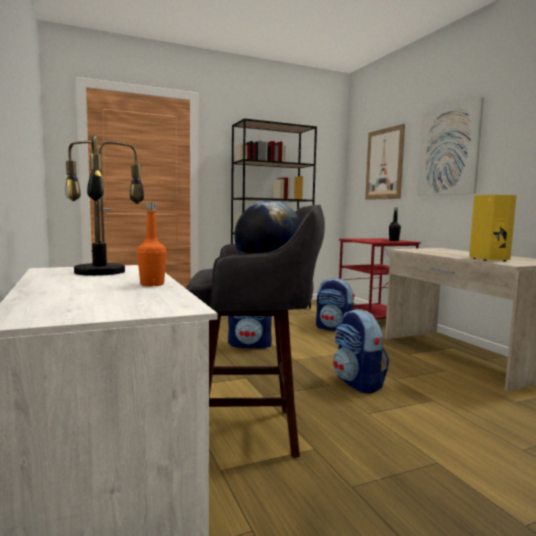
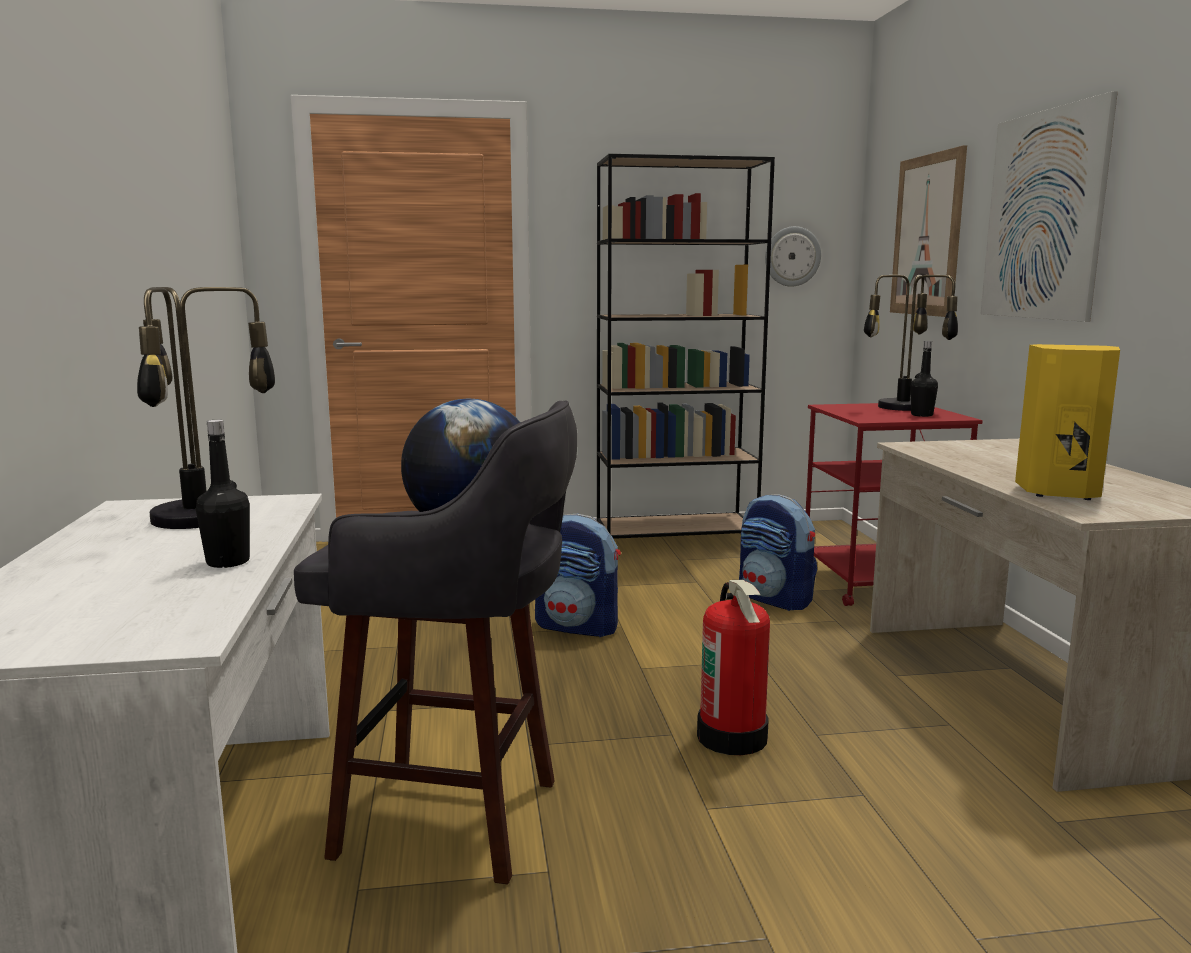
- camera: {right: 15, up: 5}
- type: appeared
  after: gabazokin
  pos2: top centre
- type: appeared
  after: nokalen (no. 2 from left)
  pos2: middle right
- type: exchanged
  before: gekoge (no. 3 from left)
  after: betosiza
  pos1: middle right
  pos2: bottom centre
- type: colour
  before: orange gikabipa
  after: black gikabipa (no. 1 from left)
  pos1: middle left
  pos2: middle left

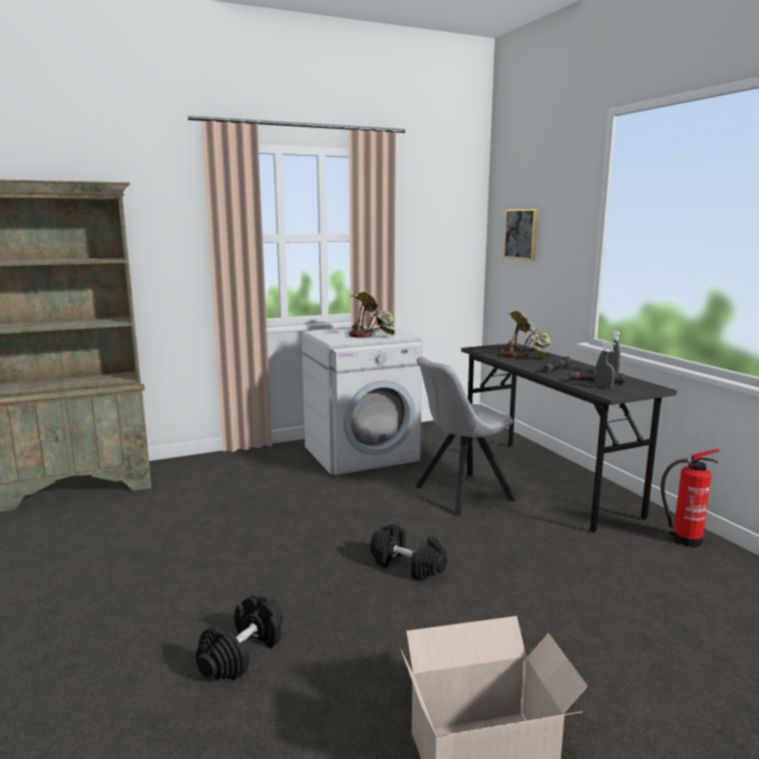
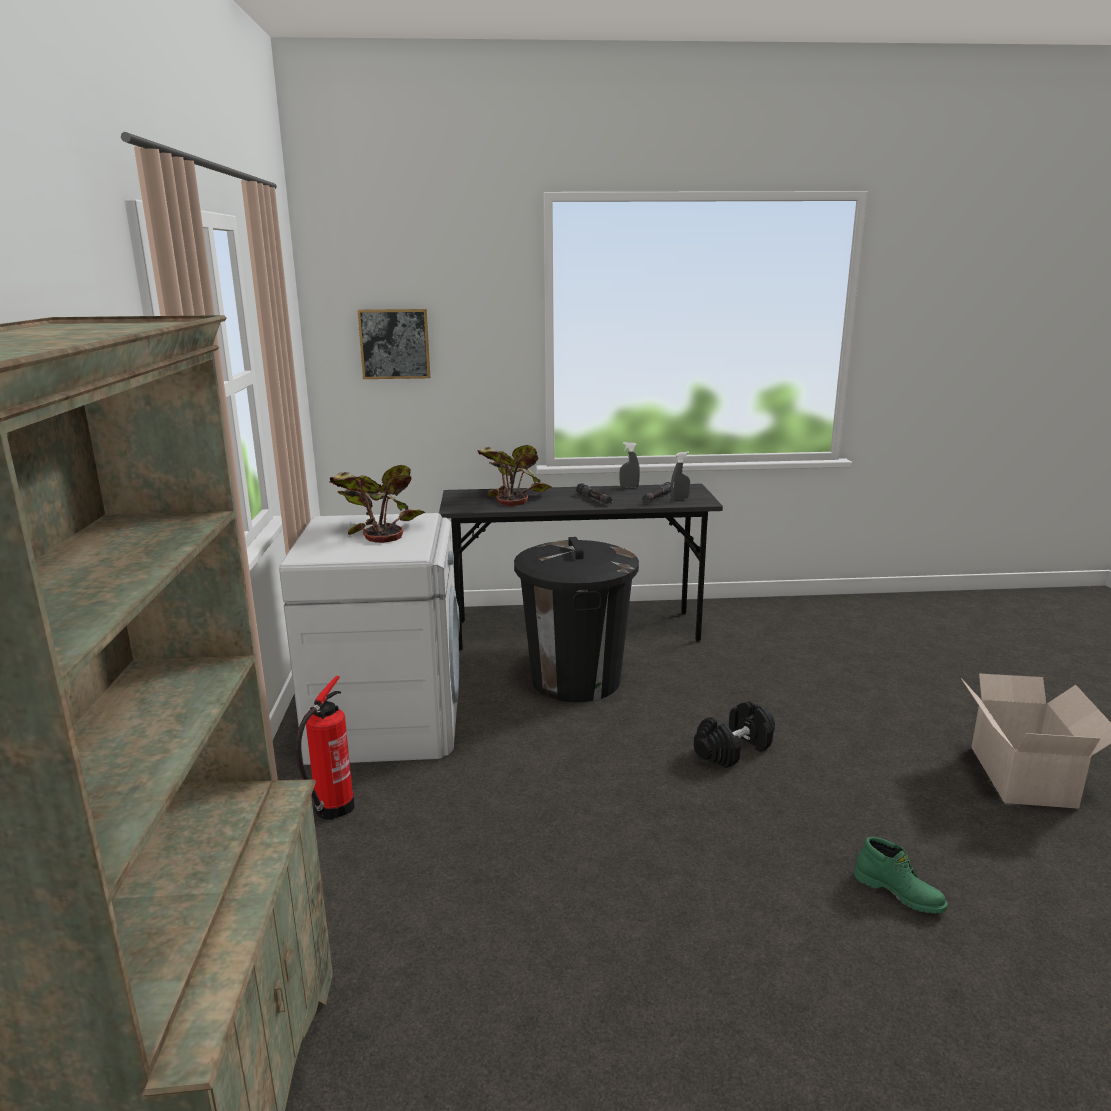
- camera: {right: -70, up: 5}
- type: relocated
  before: betosiza
  pos1: middle right
  pos2: bottom left
- type: exchanged
  before: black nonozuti (no. 1 from left)
  after: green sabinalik
  pos1: bottom left
  pos2: bottom right
- type: exchanged
  before: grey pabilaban
  after: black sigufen
  pos1: centre
  pos2: centre

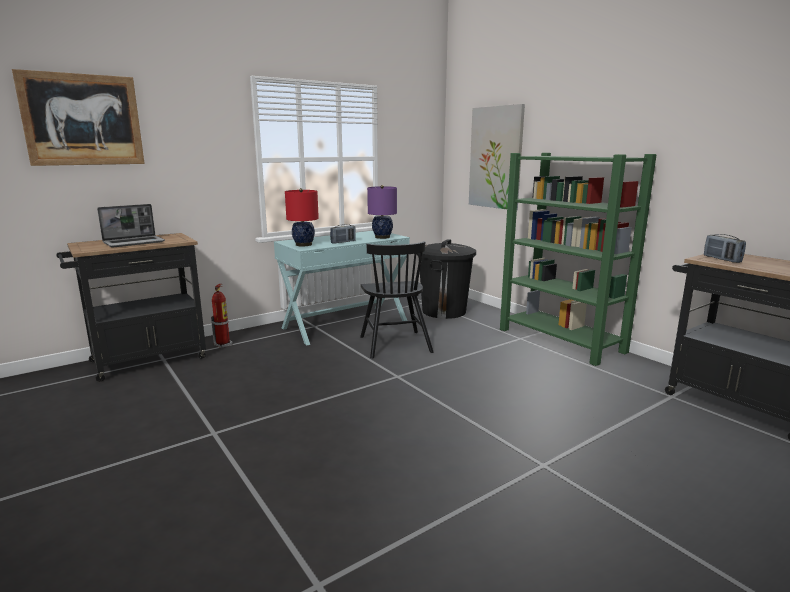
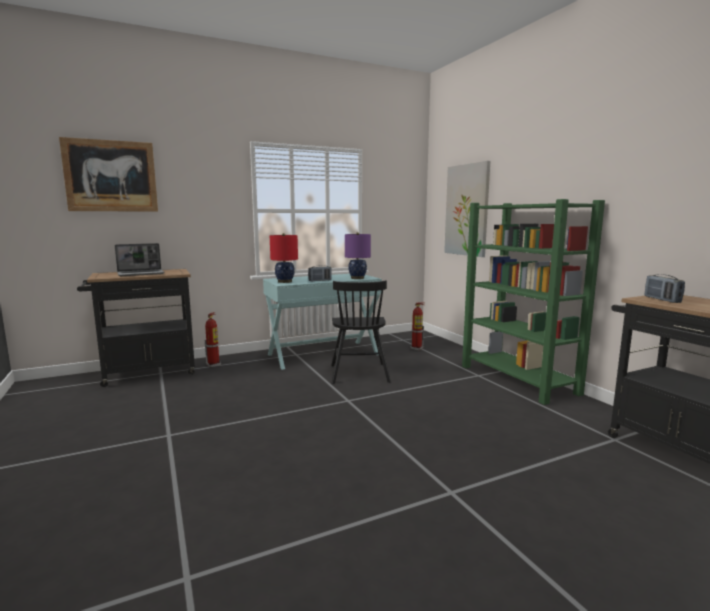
- camera: {right: 10, up: -5}
- type: exchanged
  before: black sigufen
  after: betosiza (no. 2 from left)
  pos1: centre
  pos2: centre

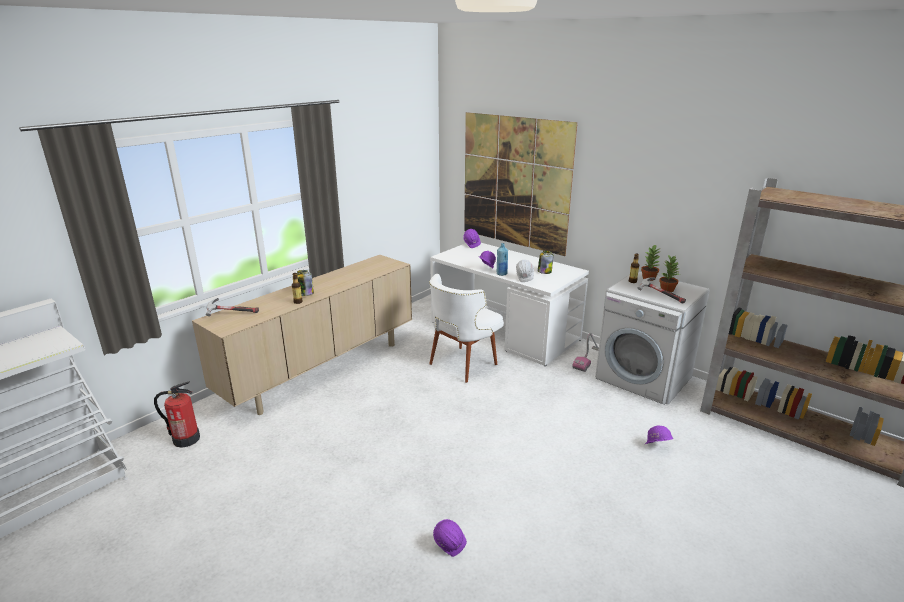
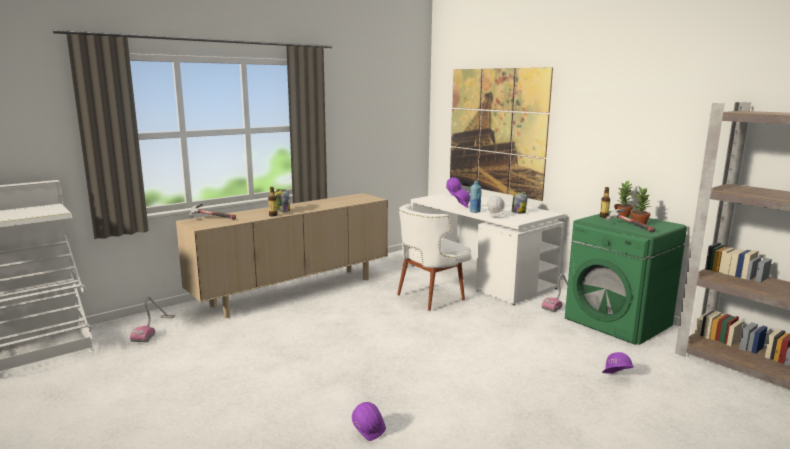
- camera: {right: 10, up: -10}
- type: exchanged
  before: betosiza
  after: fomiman (no. 1 from left)
  pos1: bottom left
  pos2: bottom left
- type: colour
  before: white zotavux
  after: green zotavux
  pos1: middle right
  pos2: middle right

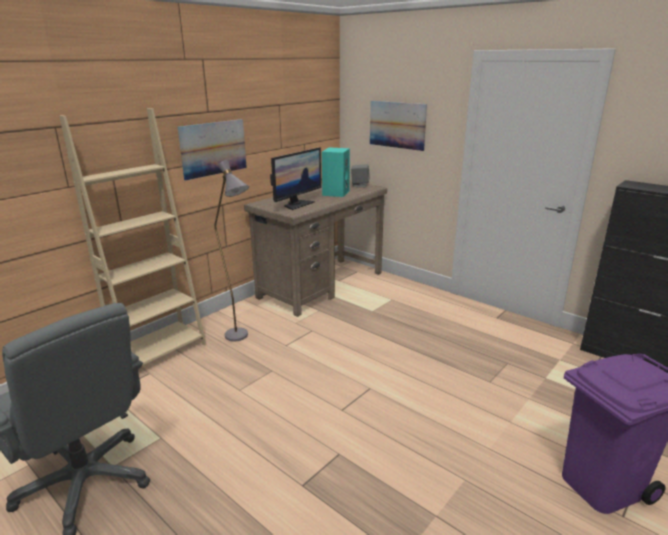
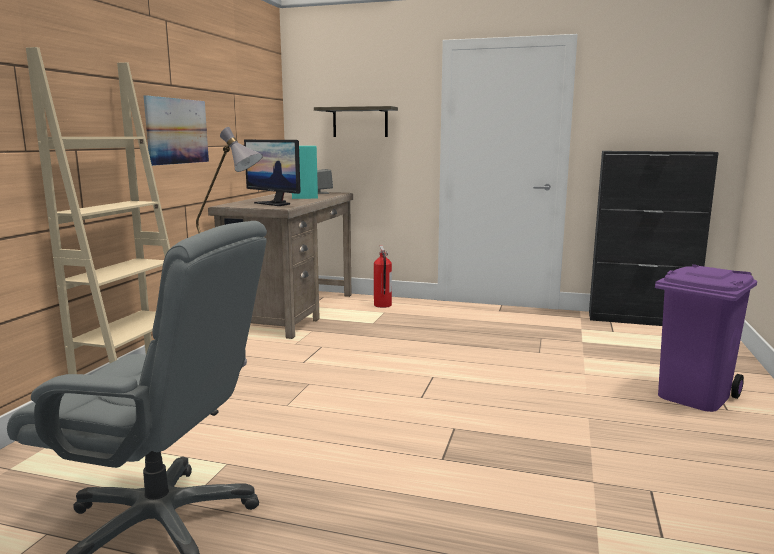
- camera: {right: -25, up: -10}
- type: appeared
  after: betosiza
  pos2: centre
- type: exchanged
  before: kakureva (no. 2 from left)
  after: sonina
  pos1: top centre
  pos2: top centre
- type: spun
  before: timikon
  pos1: top centre
  pos2: top centre
  turn: 120

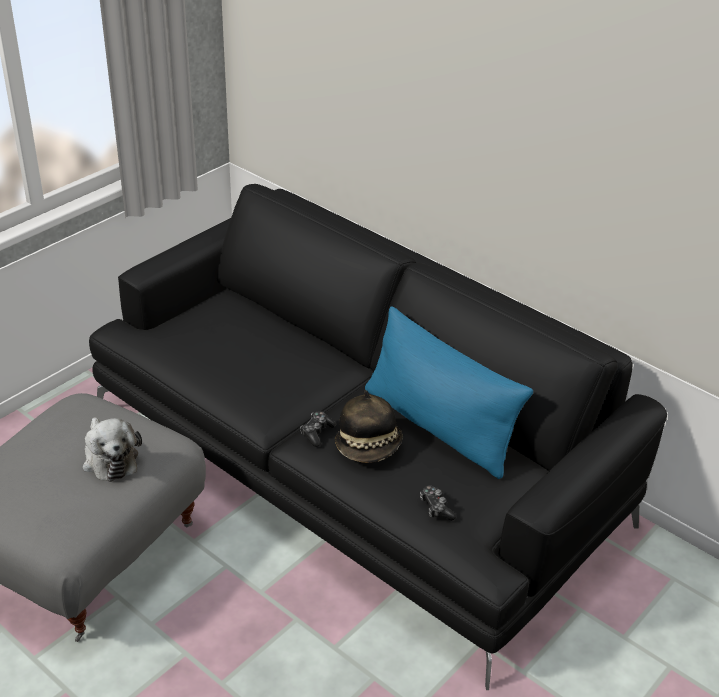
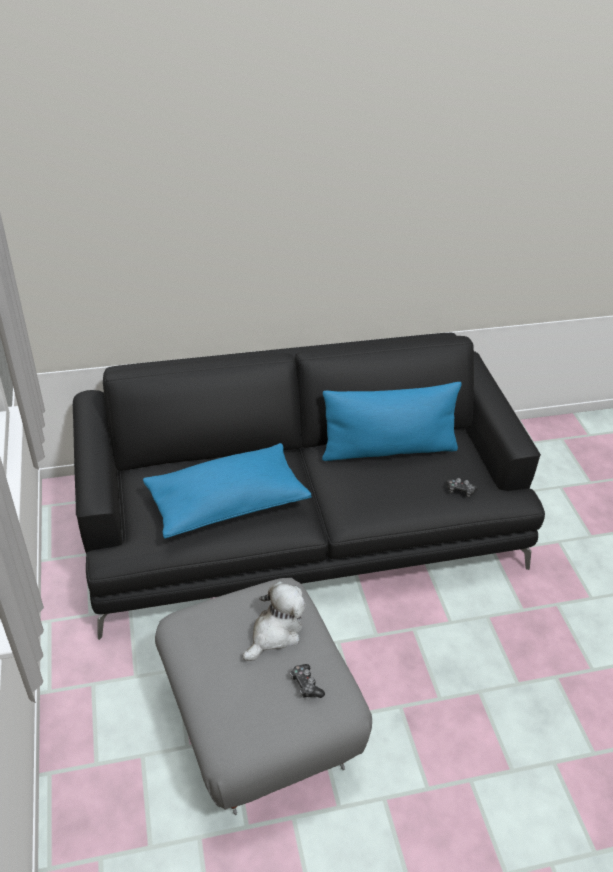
- camera: {right: -55, up: 5}
- type: missing
  before: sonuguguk
  pos1: centre
- type: appeared
  after: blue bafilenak (no. 1 from left)
  pos2: centre
- type: relocated
  before: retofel (no. 1 from left)
  pos1: centre
  pos2: bottom centre
- type: spun
  before: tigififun
  pos1: middle left
  pos2: bottom centre
  turn: -60

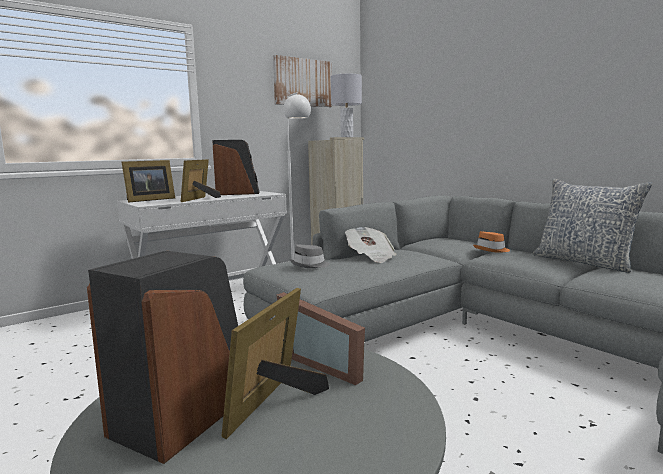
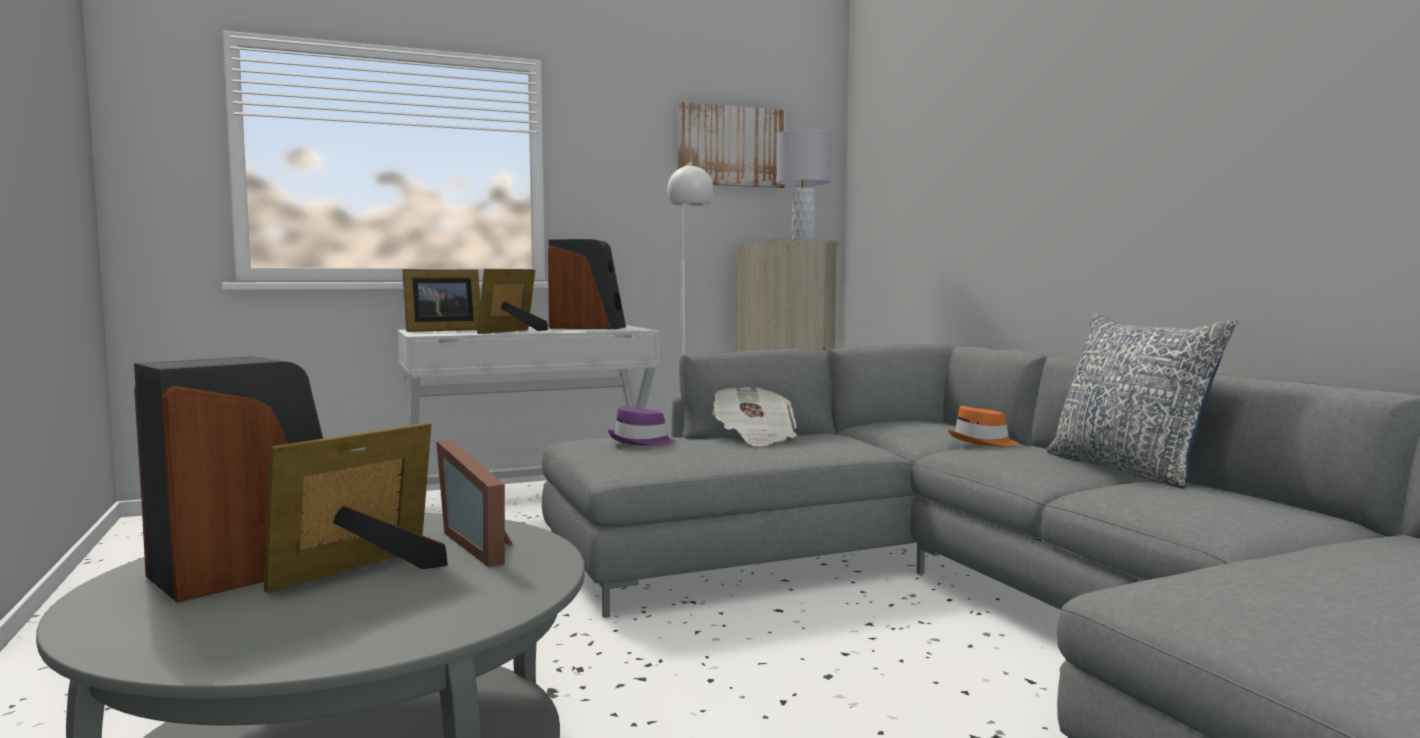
- camera: {right: 15, up: -5}
- type: colour
  before: grey sonuguguk
  after: purple sonuguguk
  pos1: centre
  pos2: centre

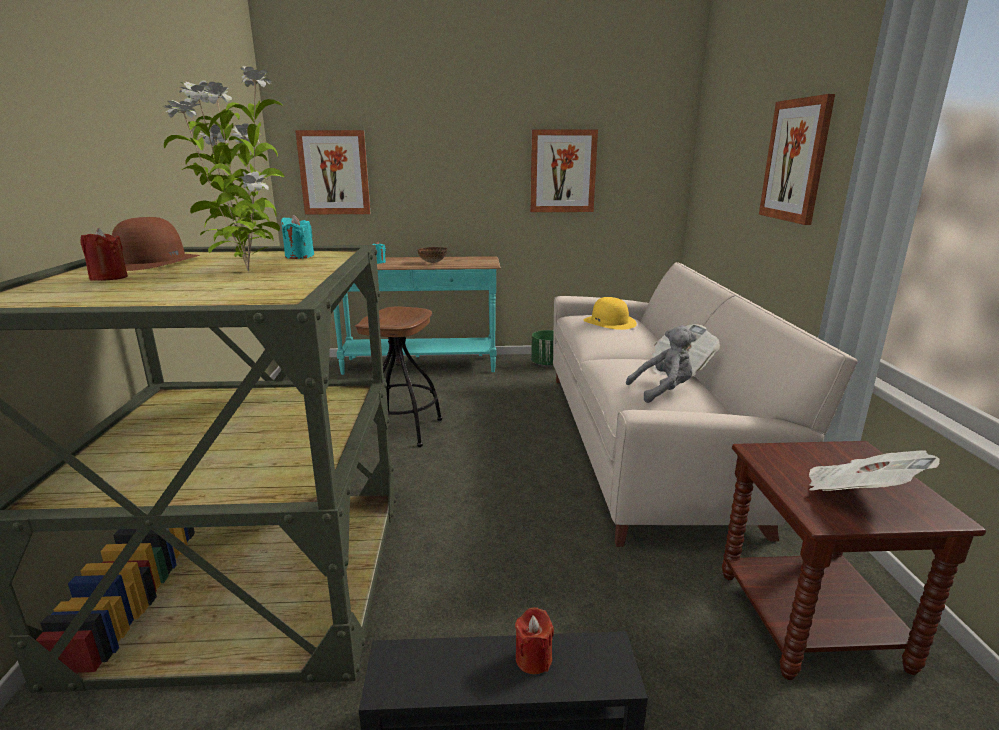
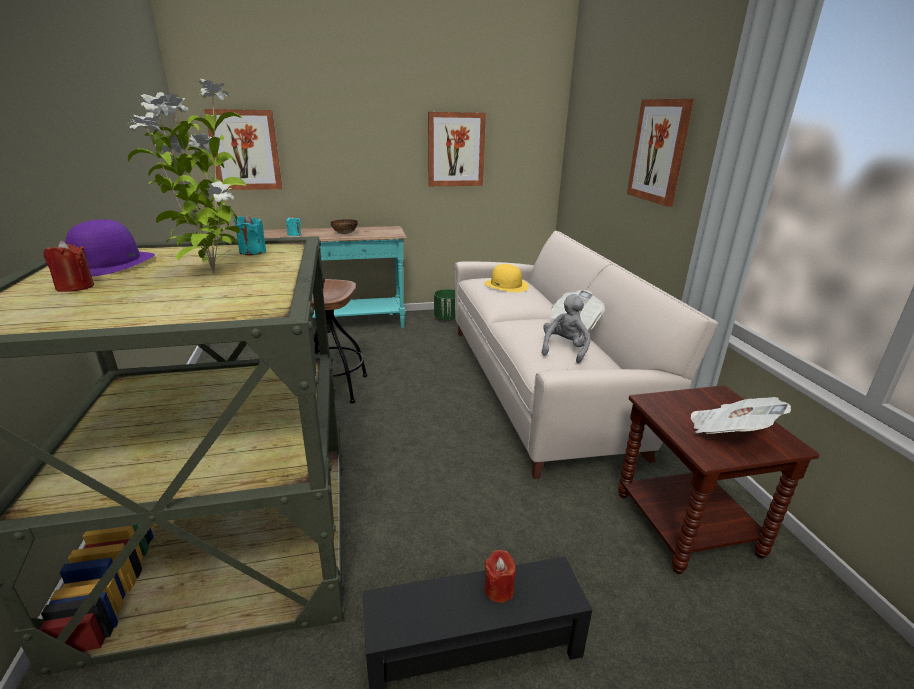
- camera: {right: -10, up: 5}
- type: colour
  before: brown sonuguguk
  after: purple sonuguguk
  pos1: middle left
  pos2: middle left
- type: spun
  before: grey tigififun
  pos1: centre
  pos2: centre
  turn: -45

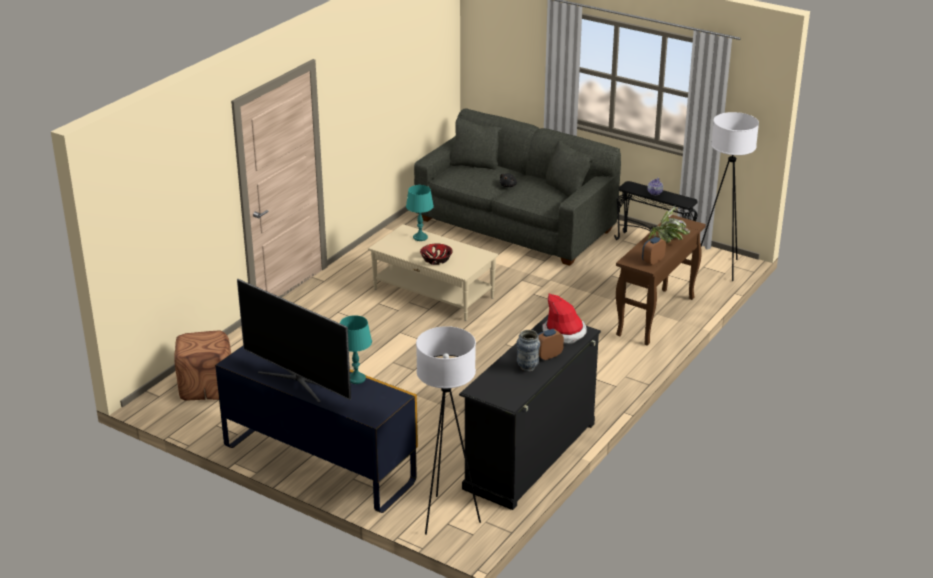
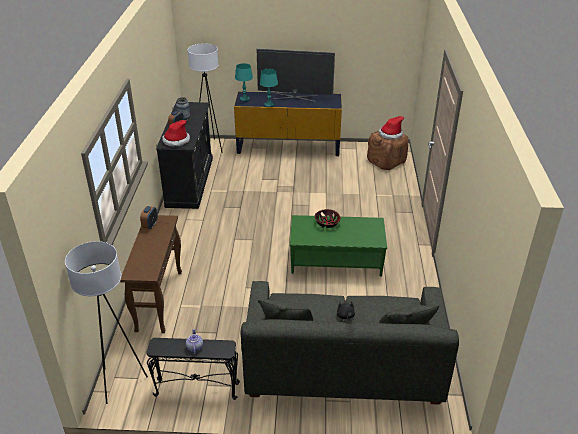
- camera: {right: 150, up: 5}
- type: missing
  before: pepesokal
  pos1: middle right
- type: appeared
  after: sonuguguk (no. 2 from left)
  pos2: top right
- type: relocated
  before: turquoise nokalen (no. 2 from left in the first image)
  after: turquoise nokalen (no. 1 from left)
  pos1: centre
  pos2: top centre
- type: colour
  before: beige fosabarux
  after: green fosabarux
  pos1: centre
  pos2: centre

